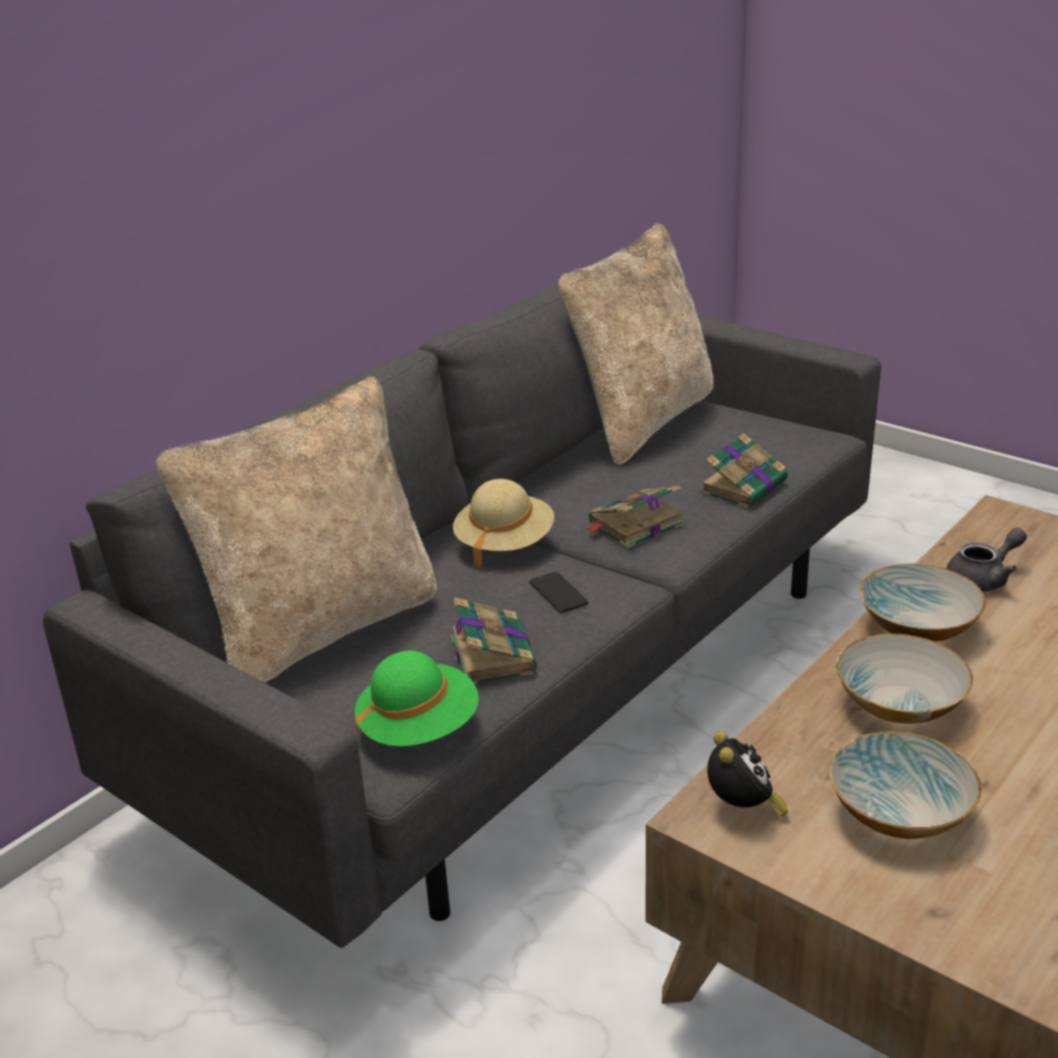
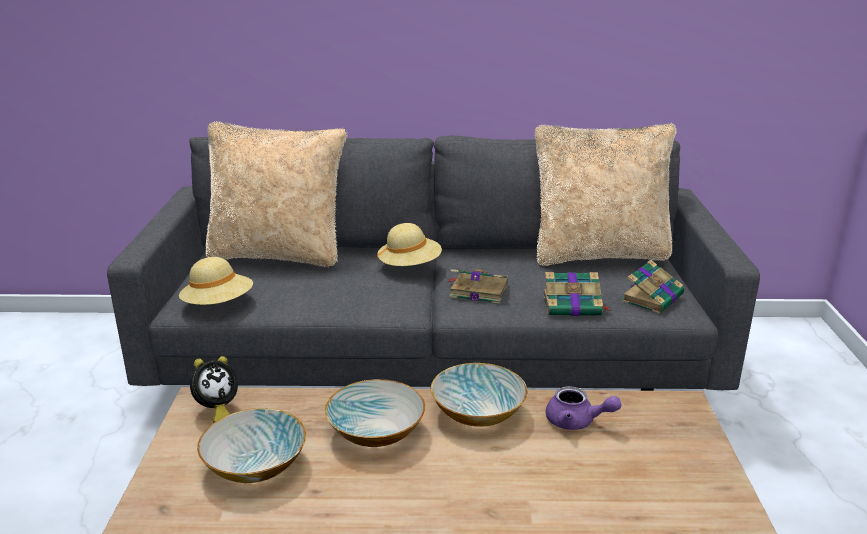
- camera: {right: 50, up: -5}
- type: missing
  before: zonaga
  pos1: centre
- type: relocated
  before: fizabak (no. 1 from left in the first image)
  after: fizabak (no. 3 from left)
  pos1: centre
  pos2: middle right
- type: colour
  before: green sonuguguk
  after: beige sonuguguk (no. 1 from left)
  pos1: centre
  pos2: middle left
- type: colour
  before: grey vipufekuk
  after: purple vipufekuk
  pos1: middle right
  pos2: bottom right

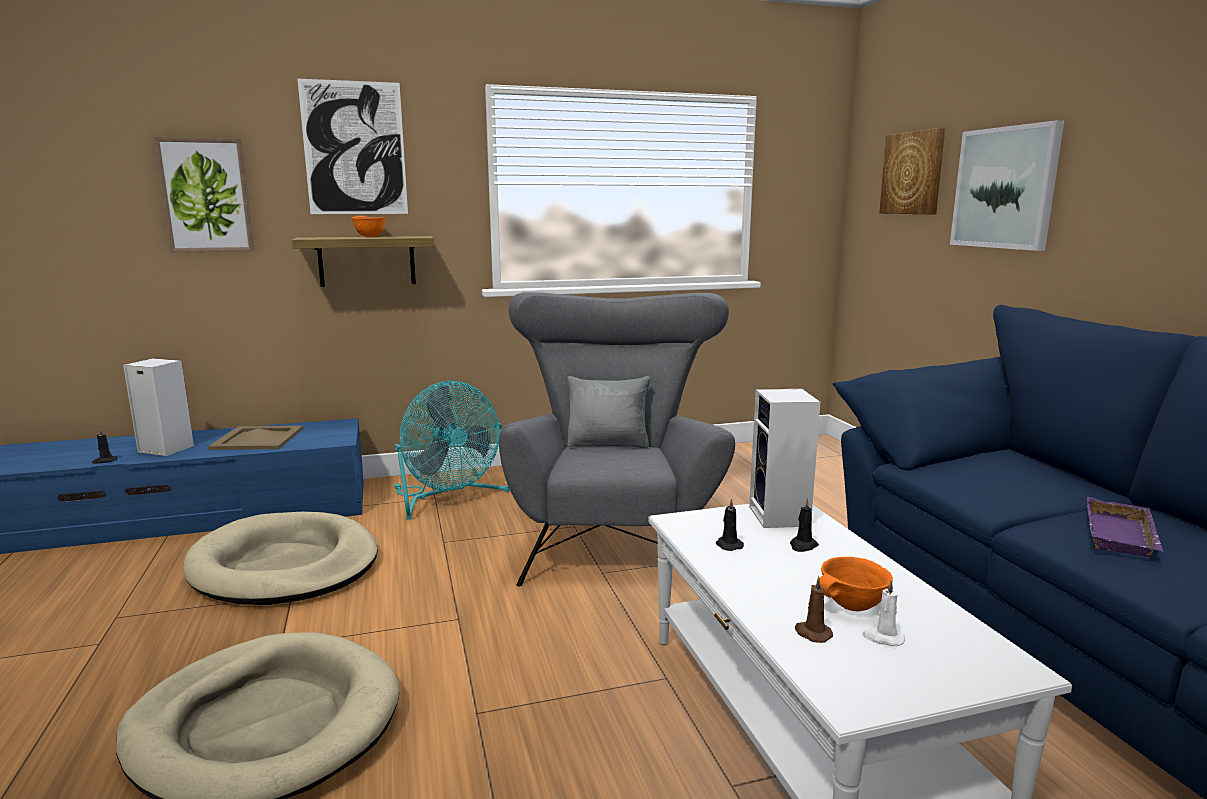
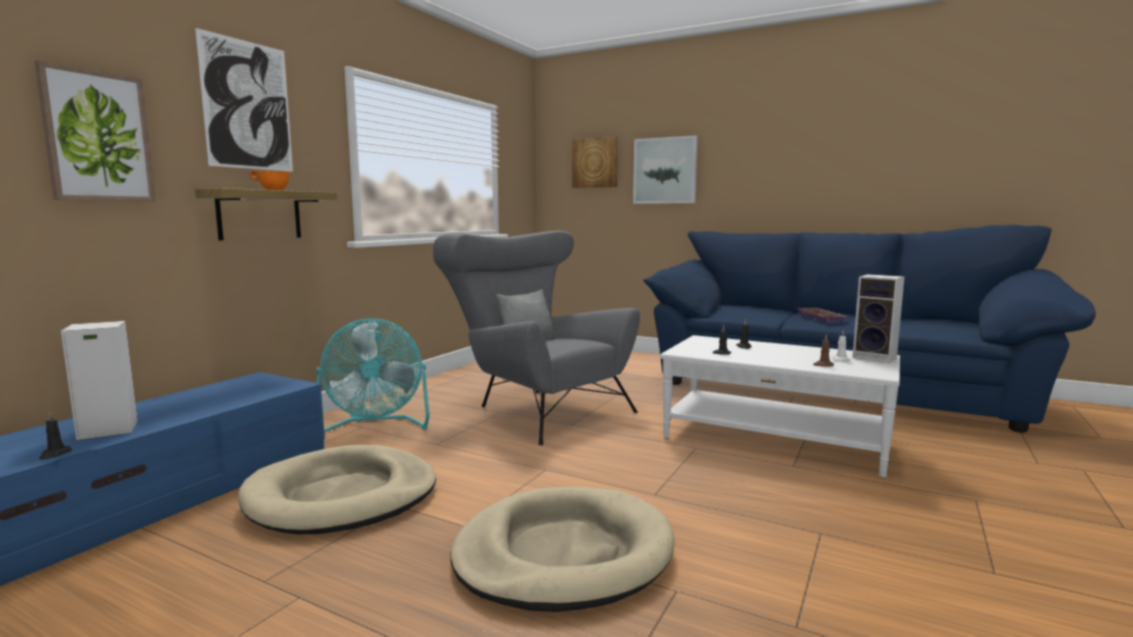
- camera: {right: -45, up: -5}
- type: missing
  before: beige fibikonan
  pos1: middle left
- type: missing
  before: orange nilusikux (no. 2 from left)
  pos1: bottom right
- type: relocated
  before: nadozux (no. 2 from left)
  pos1: centre
  pos2: middle right
- type: spun
  before: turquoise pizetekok
  pos1: centre
  pos2: middle left
  turn: 75

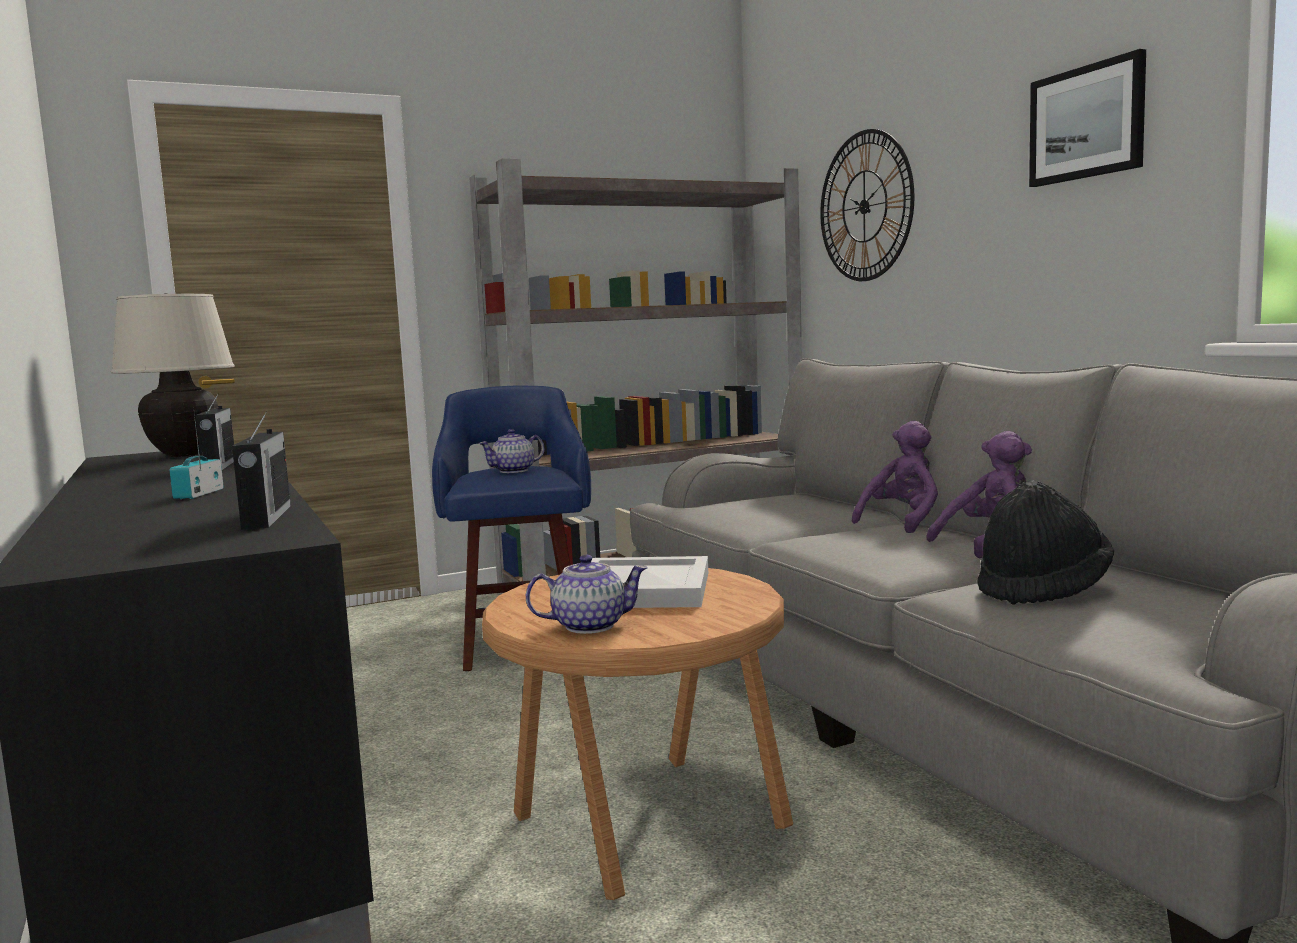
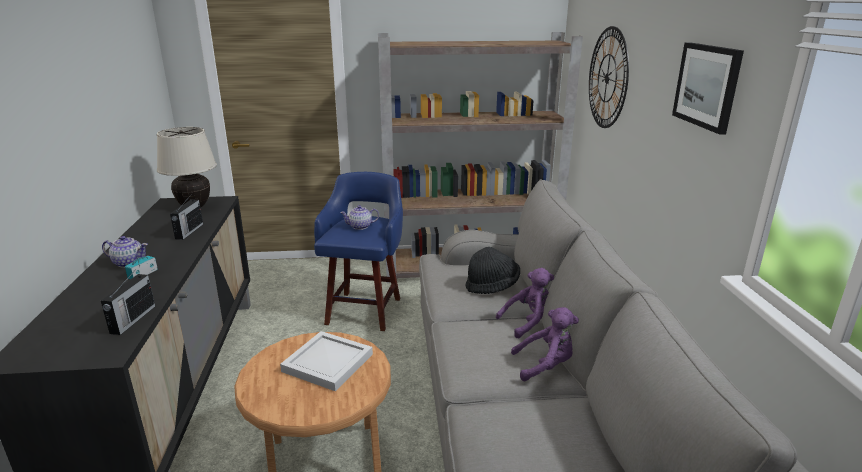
- camera: {right: 20, up: 15}
- type: relocated
  before: vipufekuk (no. 2 from left in the first image)
  after: vipufekuk (no. 1 from left)
  pos1: centre
  pos2: middle left
- type: relocated
  before: black sonuguguk
  pos1: middle right
  pos2: centre

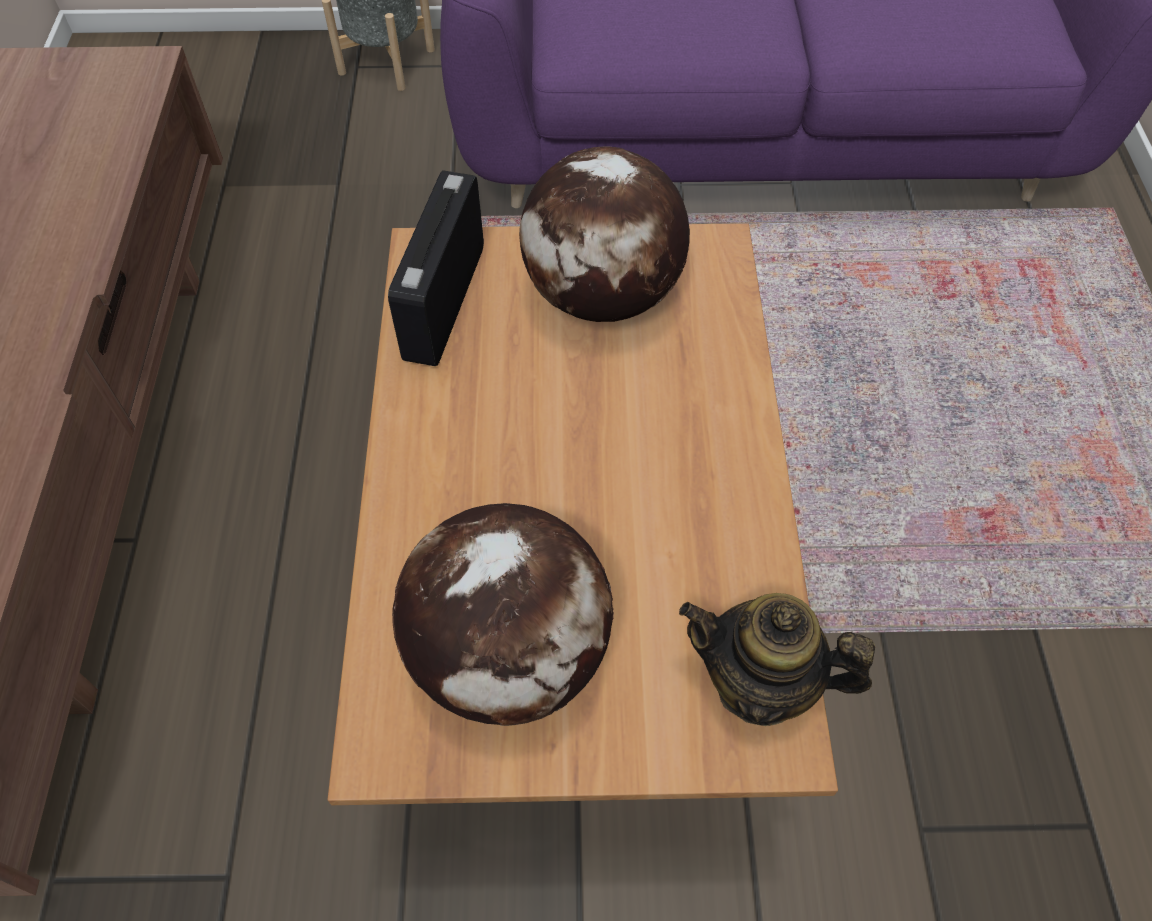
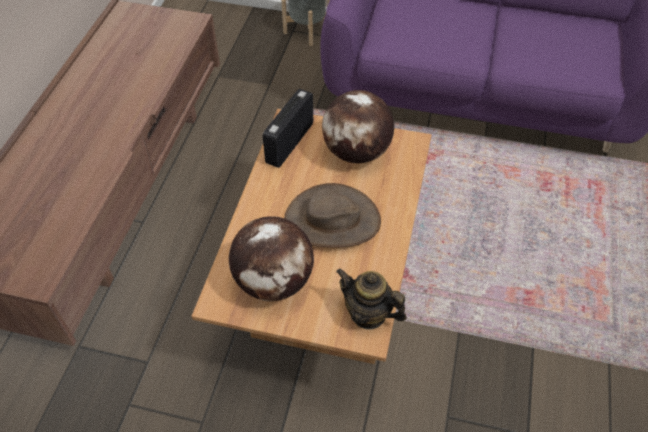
- camera: {right: 15, up: -5}
- type: appeared
  after: brown sonuguguk
  pos2: centre

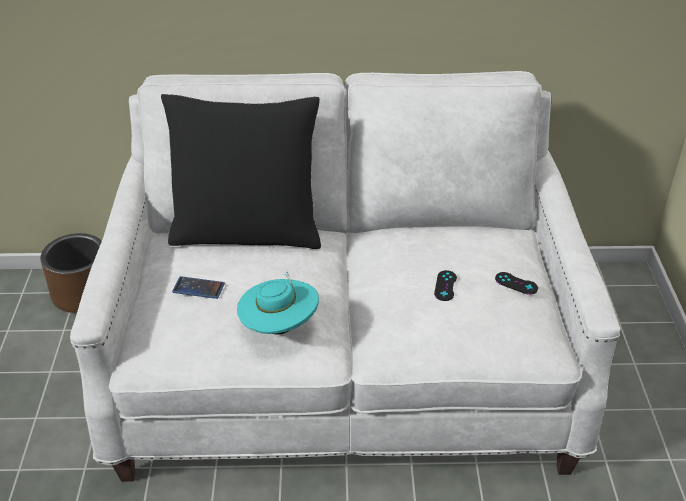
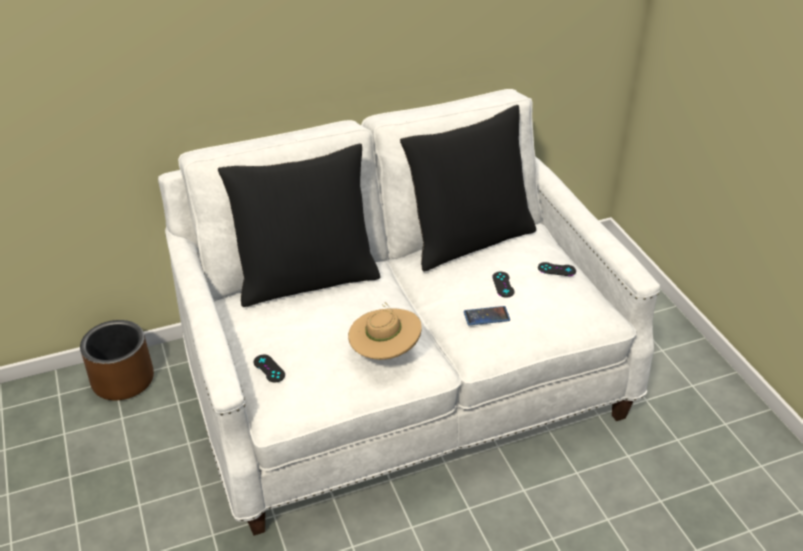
- camera: {right: -20, up: 0}
- type: appeared
  after: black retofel (no. 1 from left)
  pos2: bottom centre
- type: appeared
  after: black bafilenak (no. 2 from left)
  pos2: centre
- type: relocated
  before: zonaga
  pos1: middle left
  pos2: centre
- type: colour
  before: turquoise sonuguguk
  after: beige sonuguguk
  pos1: centre
  pos2: centre

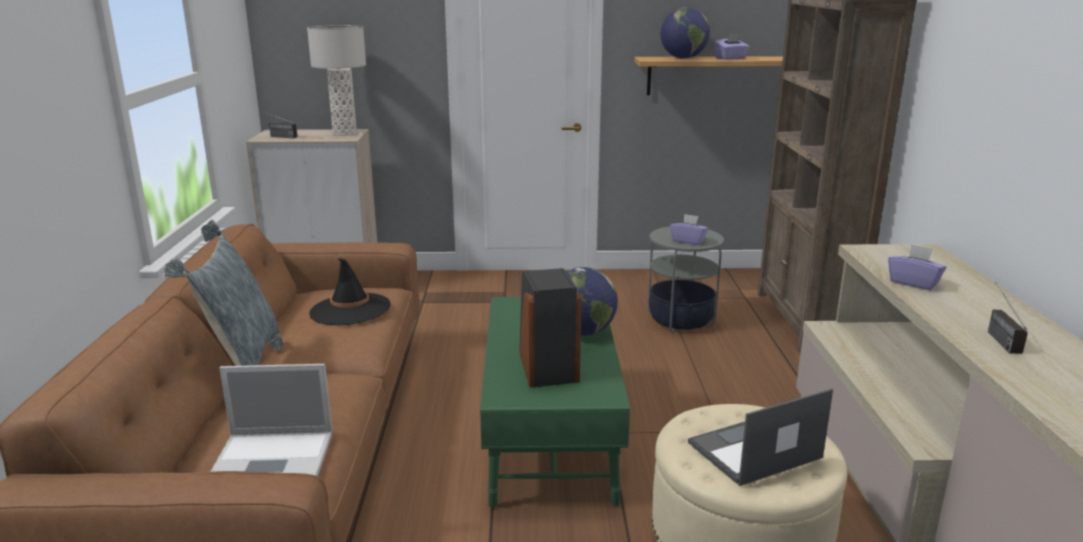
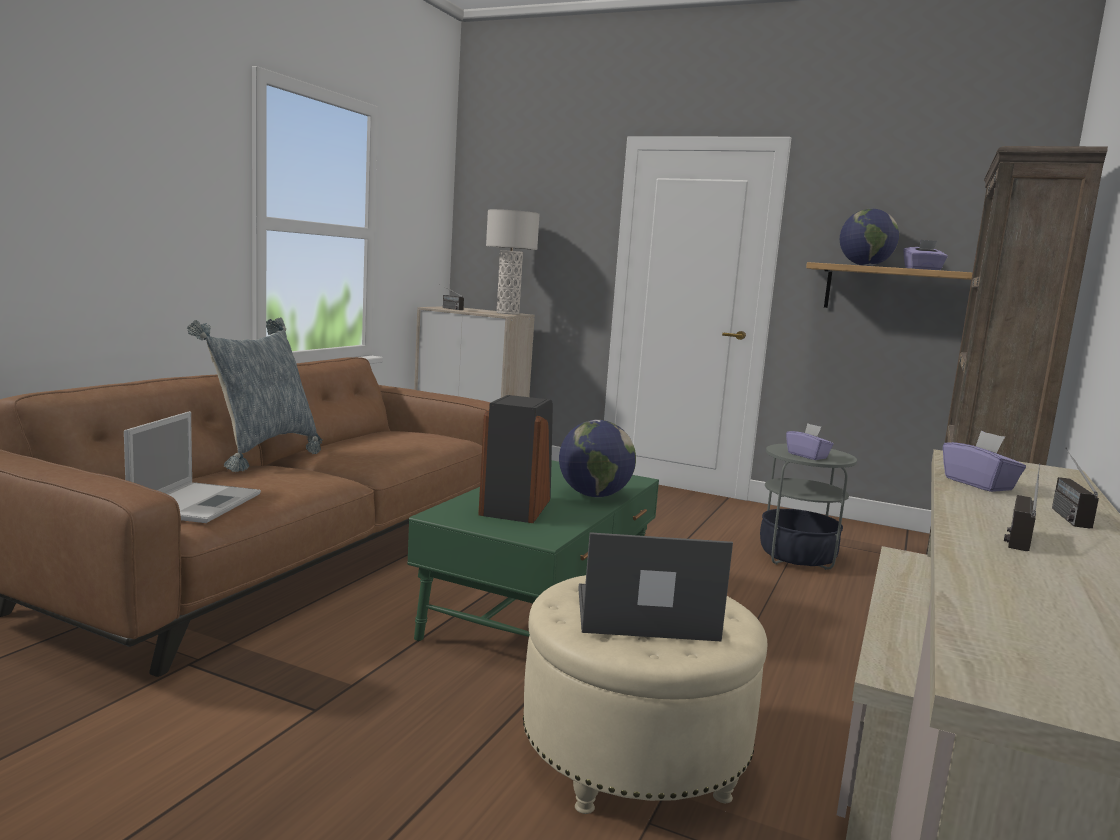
- camera: {right: 25, up: -10}
- type: missing
  before: black sonuguguk
  pos1: middle left
- type: appeared
  after: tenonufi (no. 3 from left)
  pos2: middle right
- type: spun
  before: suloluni (no. 1 from left)
  pos1: bottom left
  pos2: middle left
  turn: -105

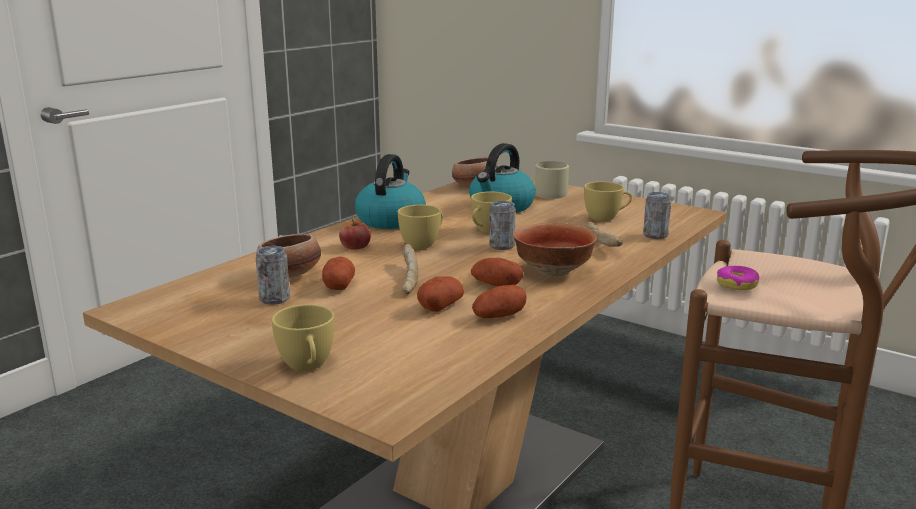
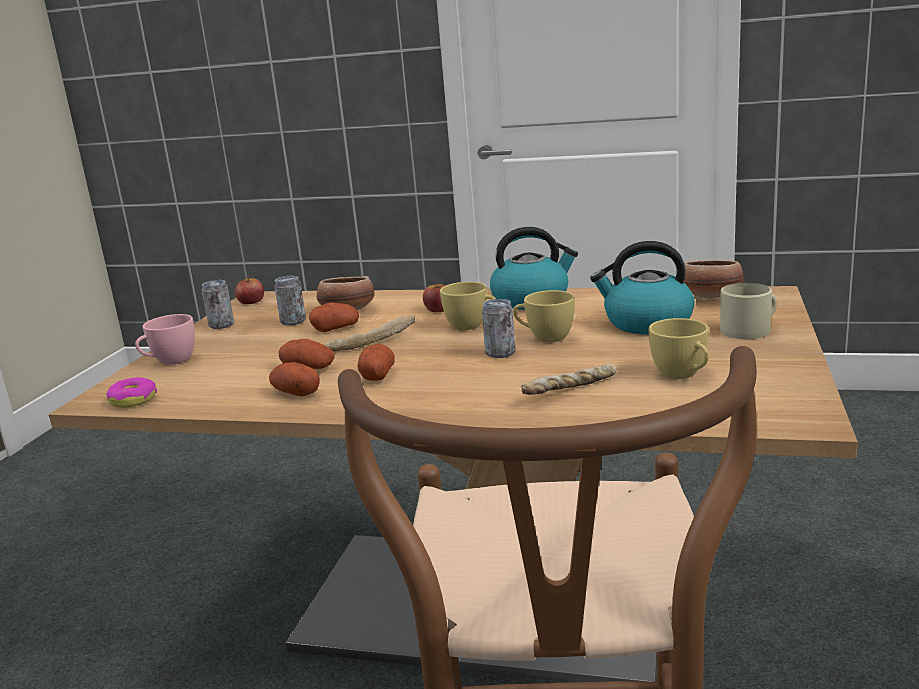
- camera: {right: 70, up: 0}
- type: missing
  before: nilusikux (no. 3 from left)
  pos1: centre
- type: appeared
  after: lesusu (no. 1 from left)
  pos2: middle left
- type: relocated
  before: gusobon (no. 3 from left in the first image)
  after: gusobon (no. 1 from left)
  pos1: middle right
  pos2: middle left
- type: relocated
  before: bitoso
  pos1: middle right
  pos2: middle left
- type: colour
  before: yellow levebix (no. 1 from left)
  after: pink levebix
  pos1: middle left
  pos2: middle left

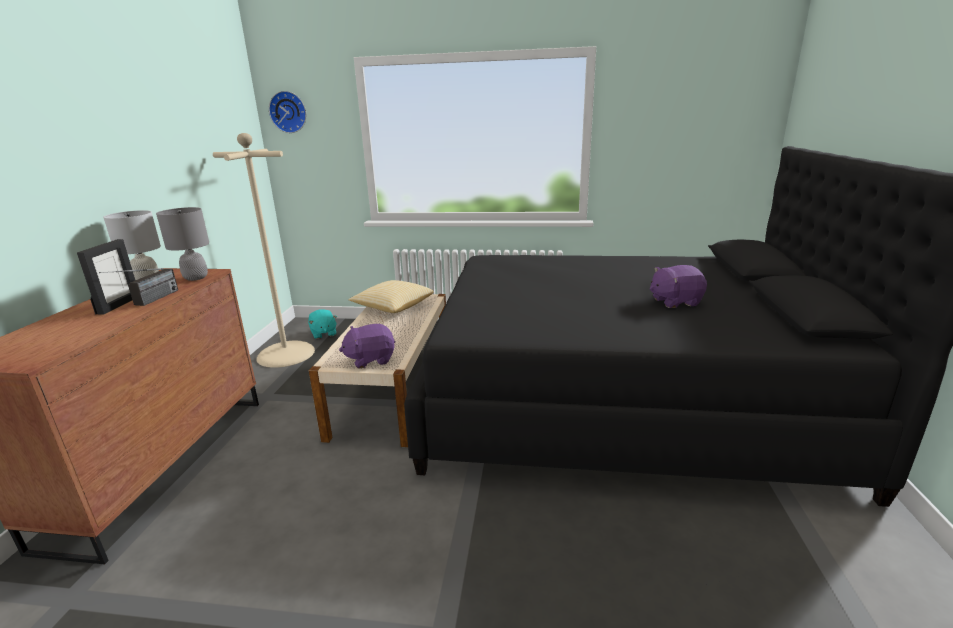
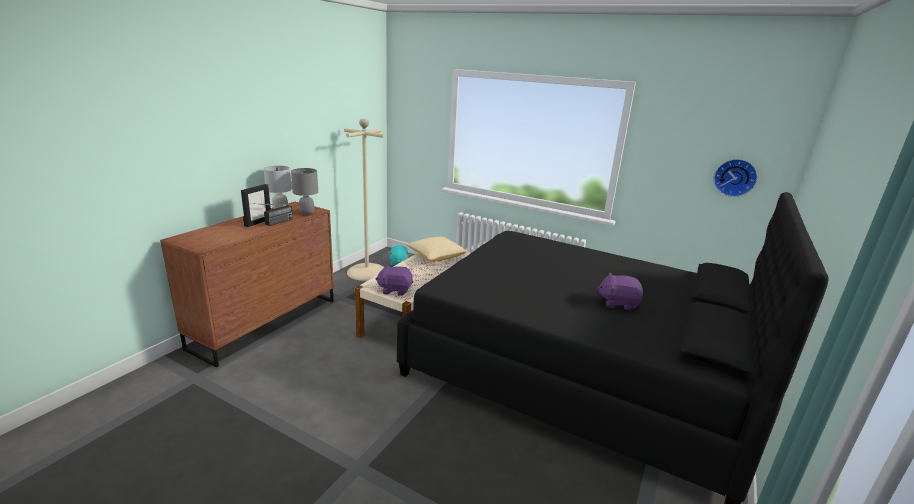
- camera: {right: 20, up: 0}
- type: relocated
  before: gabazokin
  pos1: top left
  pos2: middle right

